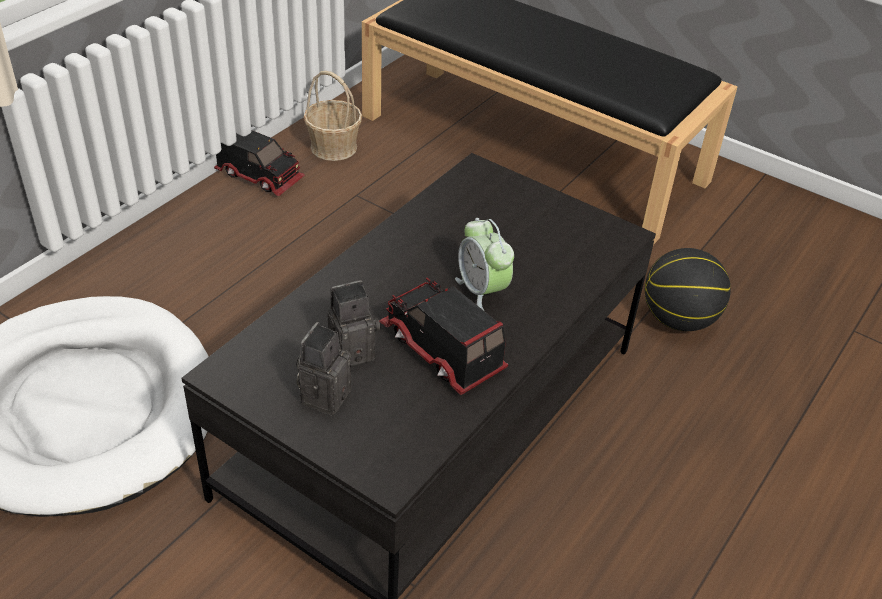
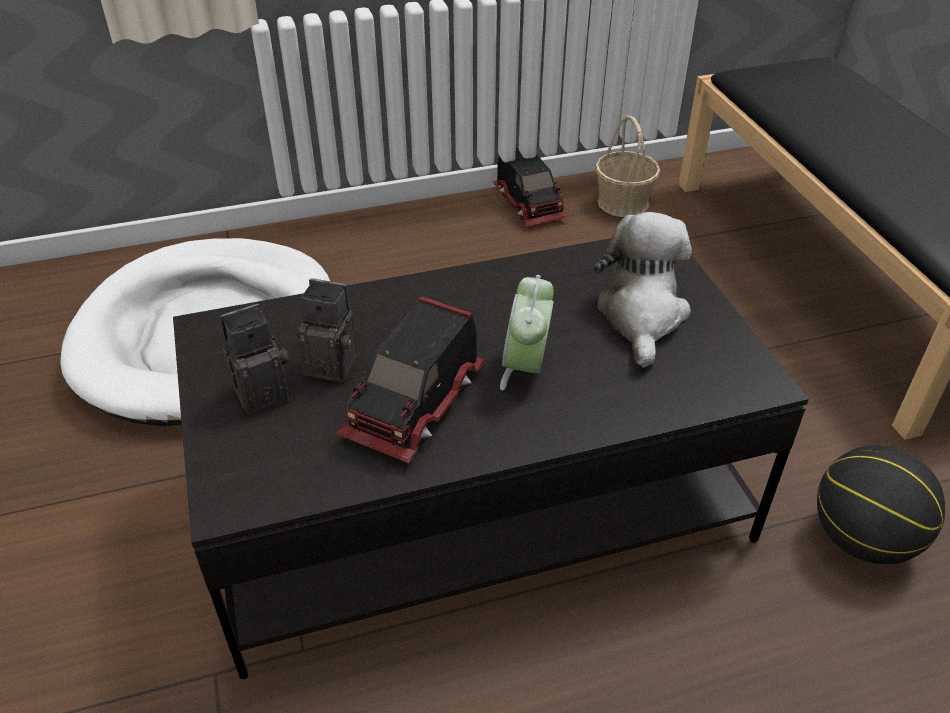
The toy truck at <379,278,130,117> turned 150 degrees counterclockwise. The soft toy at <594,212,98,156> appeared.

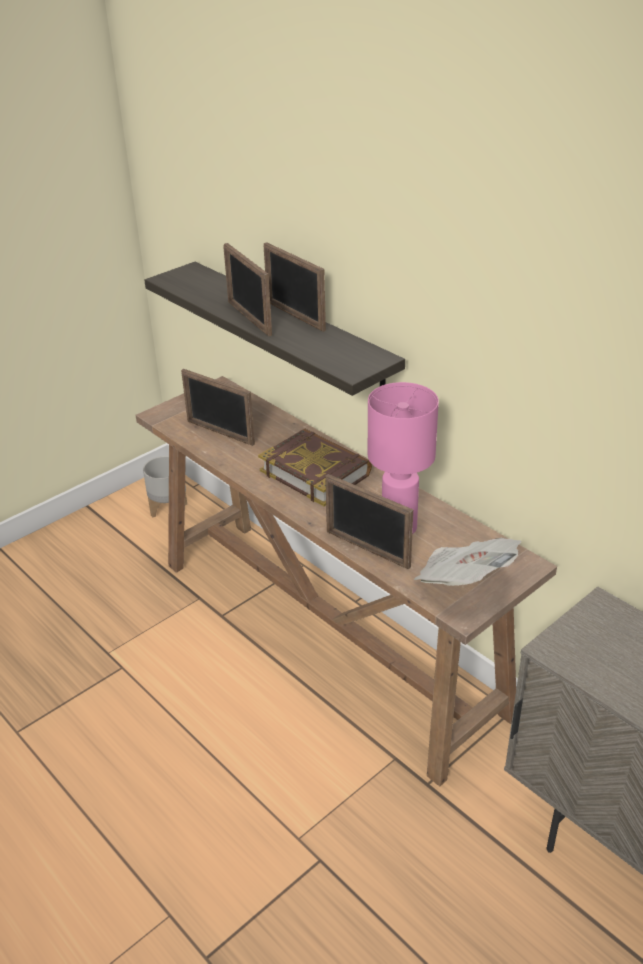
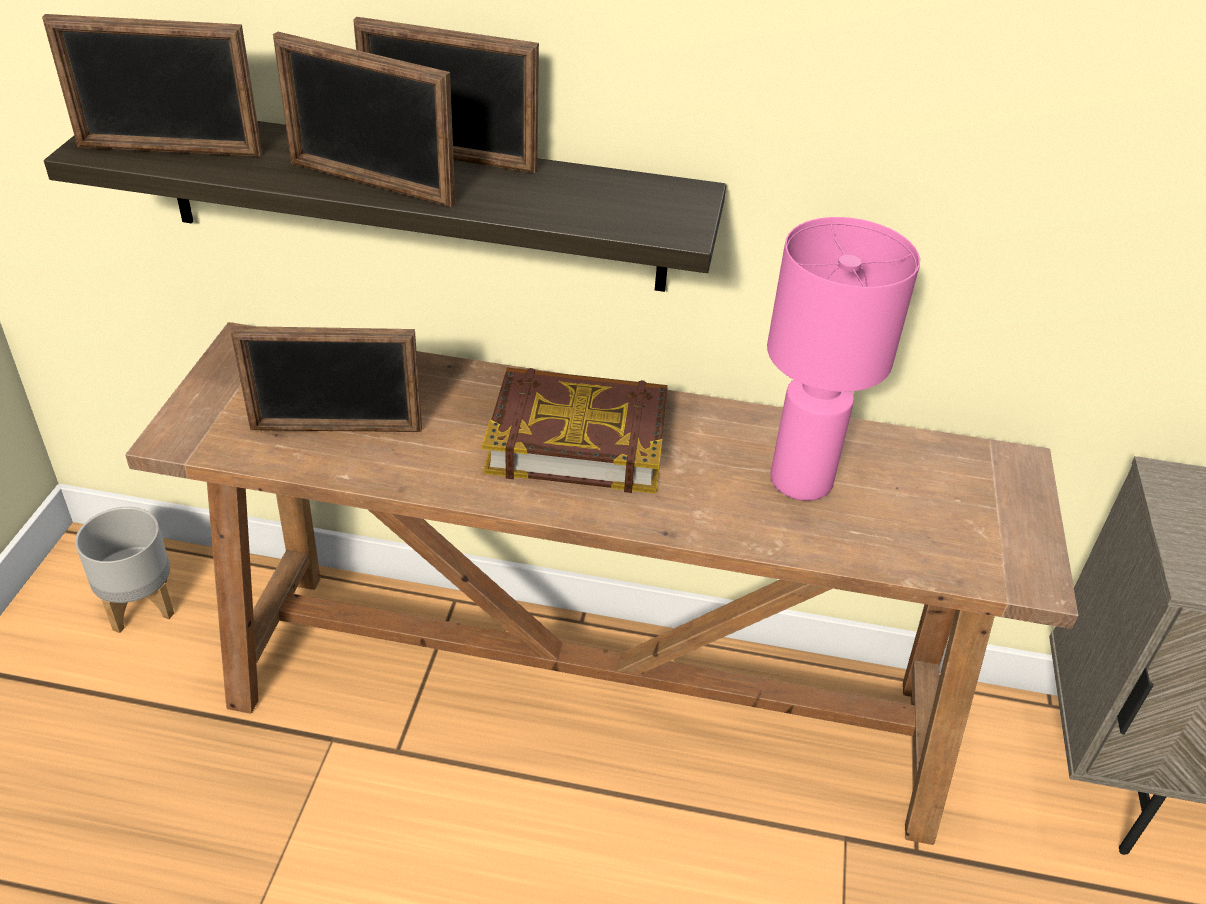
The picture frame moved from <325,474,88,95> to <42,14,220,142>. The printed paper at <414,538,107,48> disappeared.

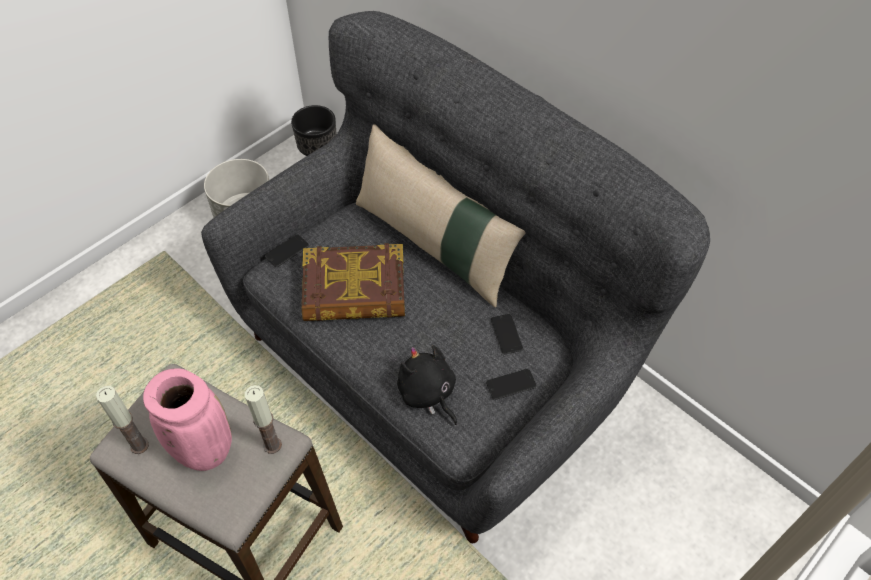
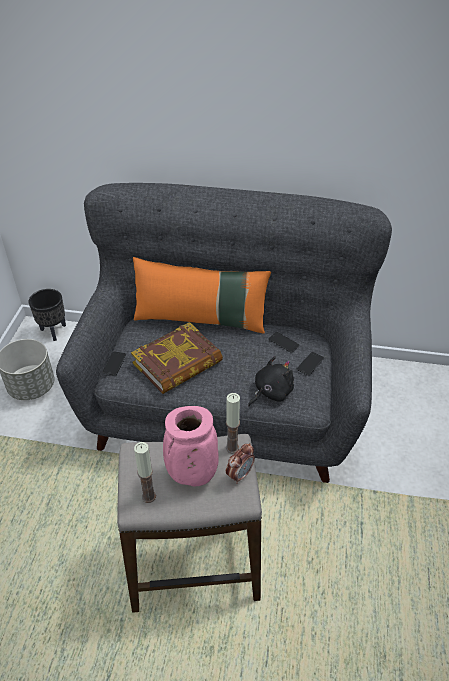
The pillow (beige) at <356,124,170,183> became the pillow (orange-coloured) at <133,257,138,77>. The soft toy (black) at <397,345,60,80> turned 120 degrees clockwise. The bedside clock at <226,443,29,41> appeared.

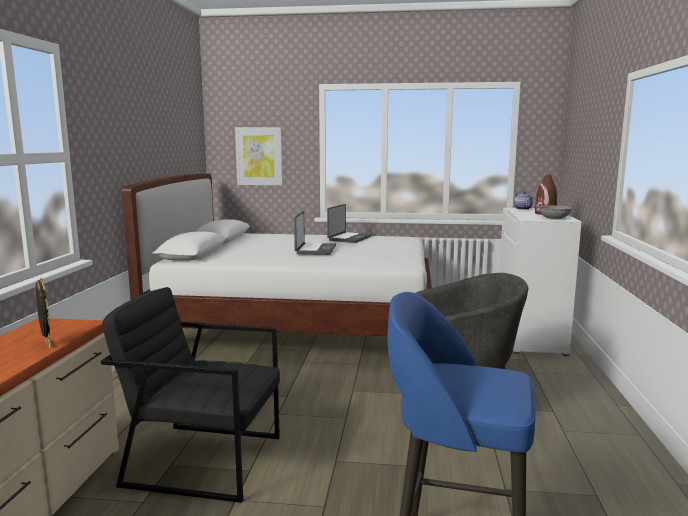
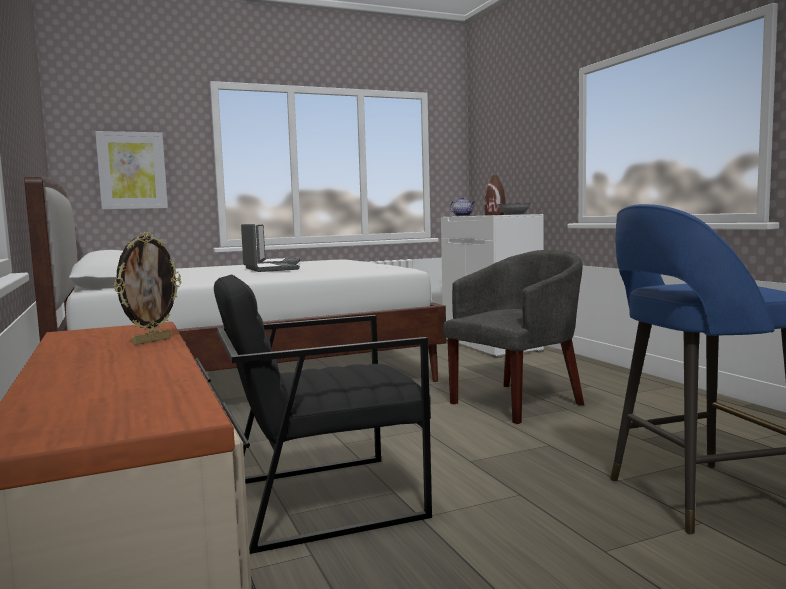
The picture frame at <35,277,16,71> turned 105 degrees clockwise.

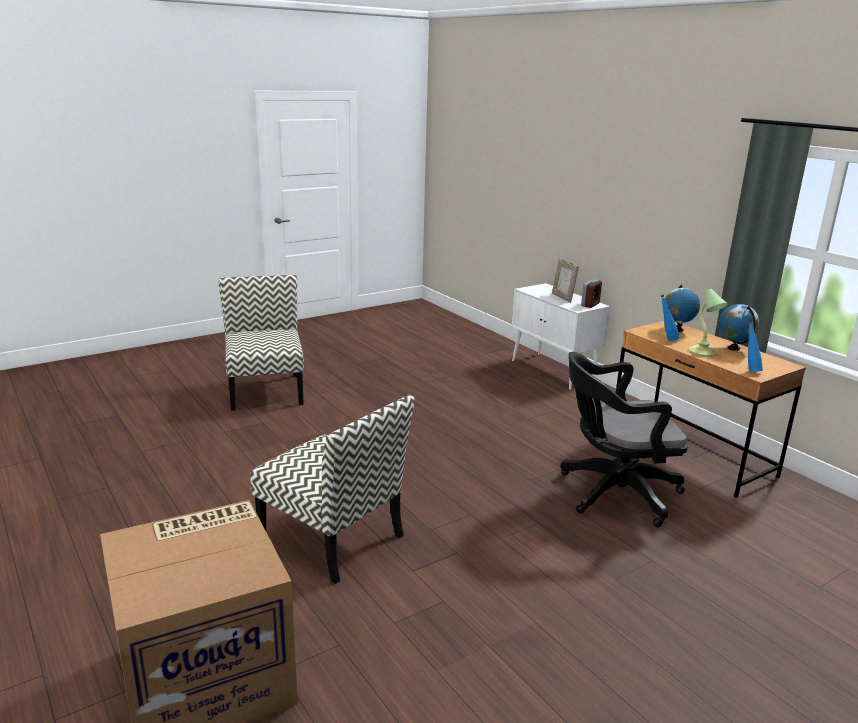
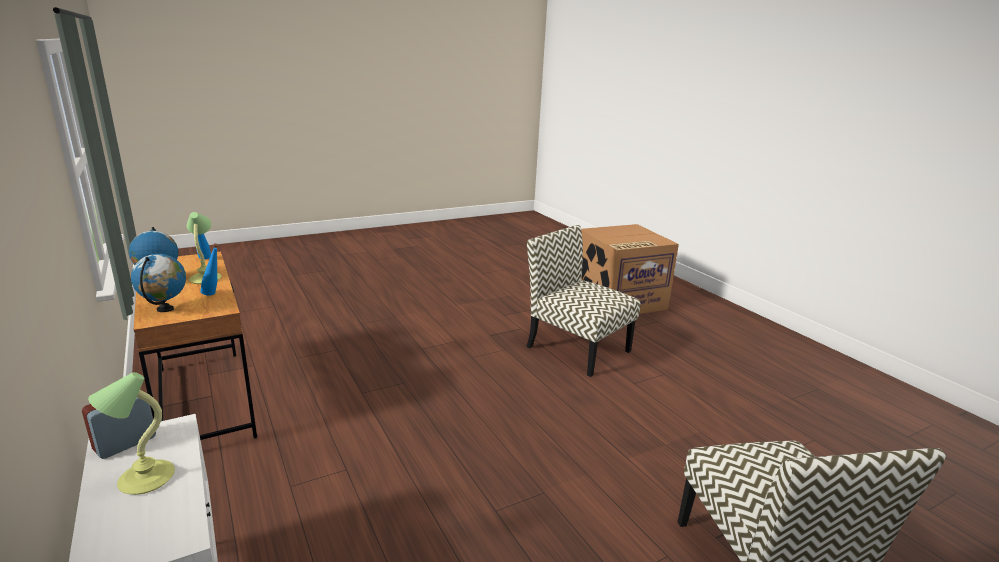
The picture frame at <552,258,27,45> was replaced by the lamp for a table at <88,372,87,123>. The office chair (black) at <560,352,128,175> disappeared.

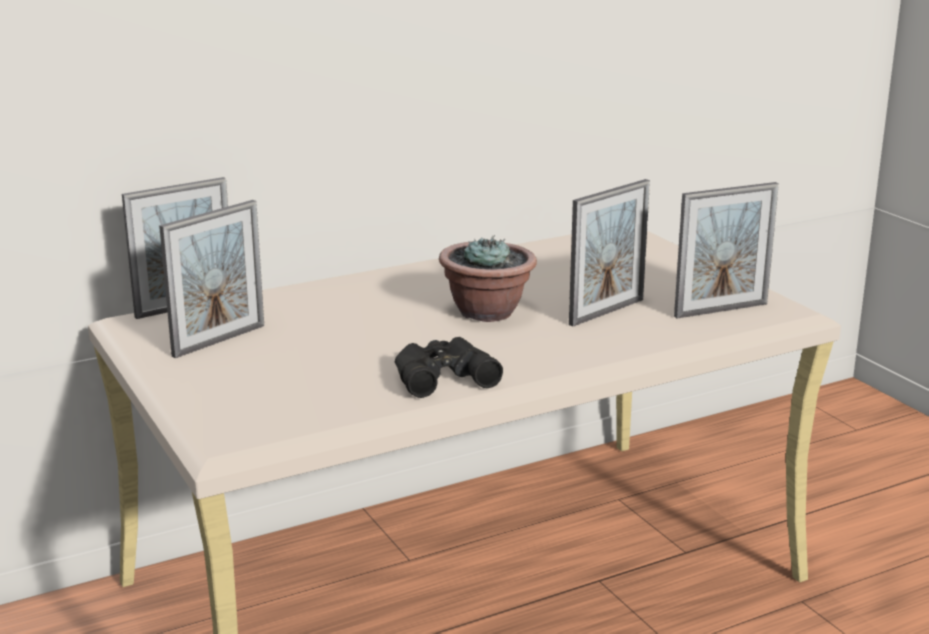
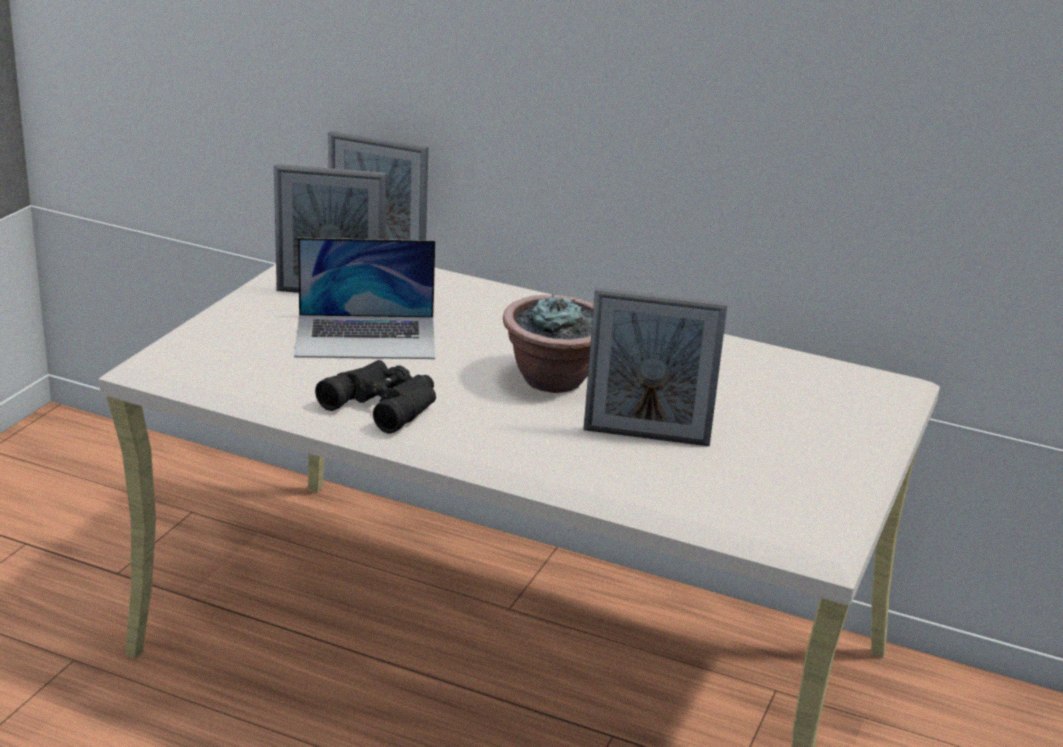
The picture frame at <674,182,105,136> disappeared. The portable computer at <294,238,141,121> appeared.

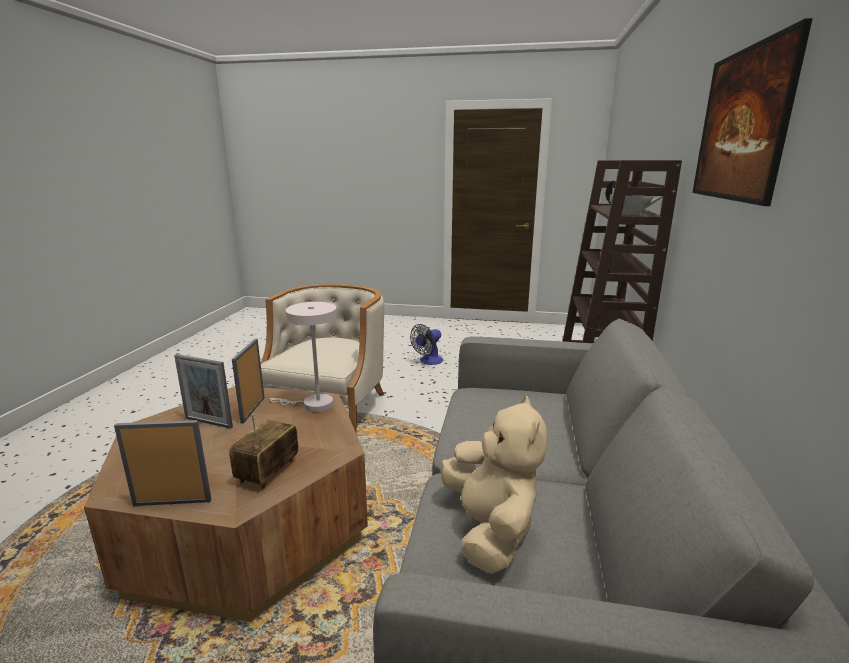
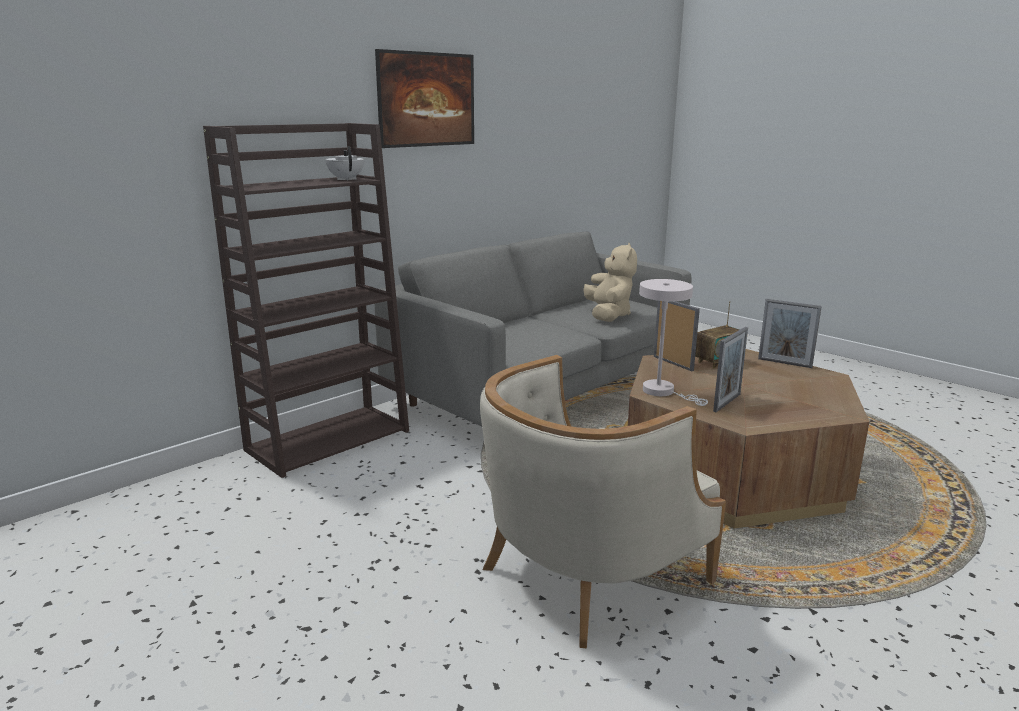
The picture frame moved from <174,354,59,75> to <654,301,46,70>. The fan at <410,324,33,41> disappeared. The soft toy (beige) at <440,396,107,178> turned 150 degrees clockwise.

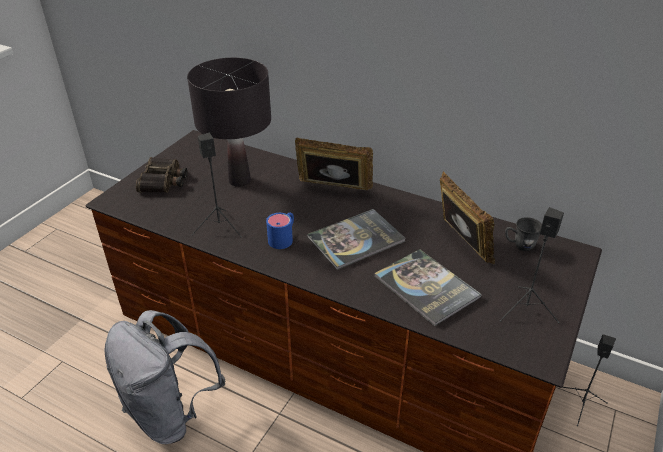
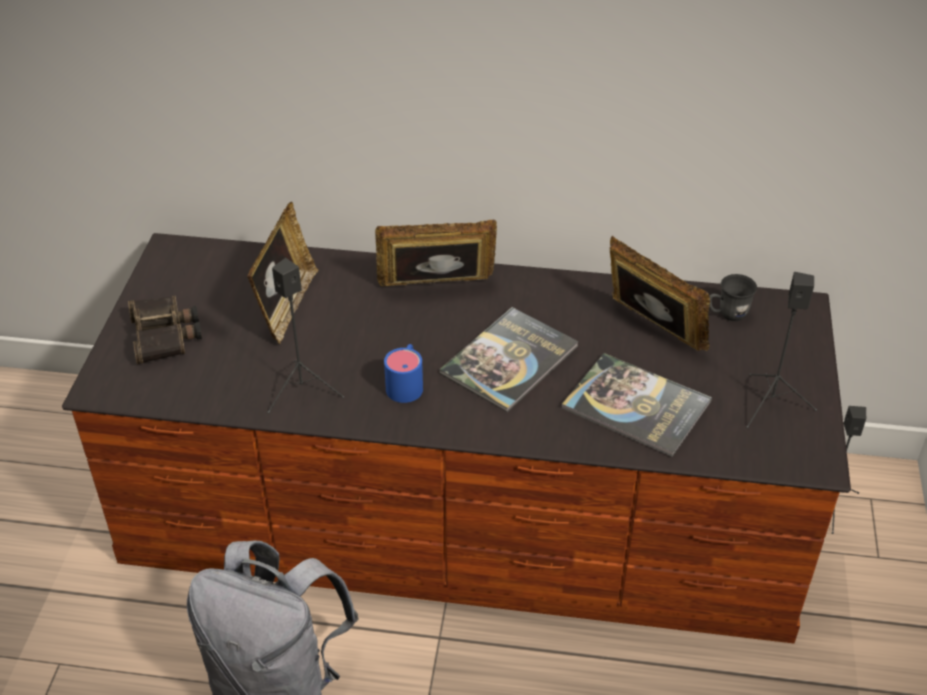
The lamp for a table (black) at <187,58,84,129> was replaced by the picture frame at <247,202,71,142>.

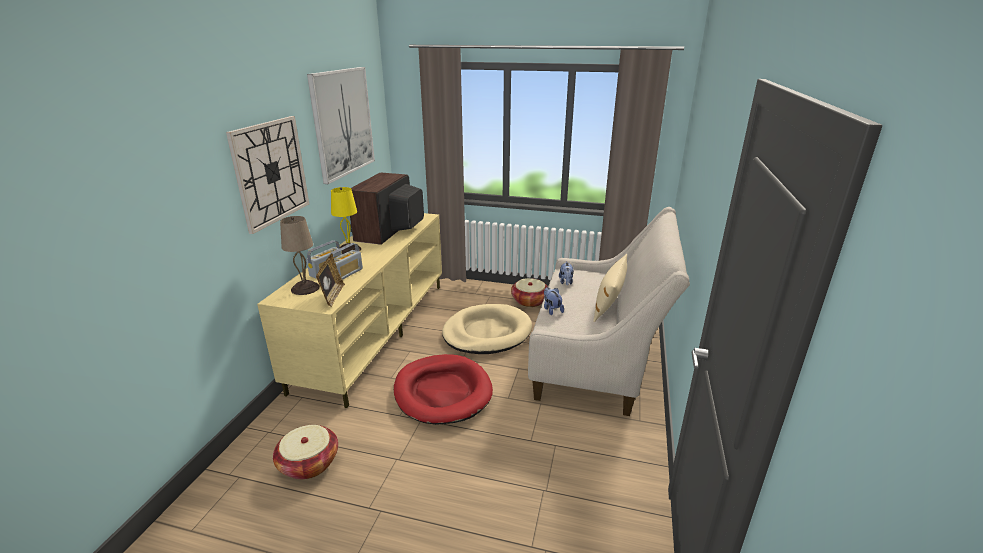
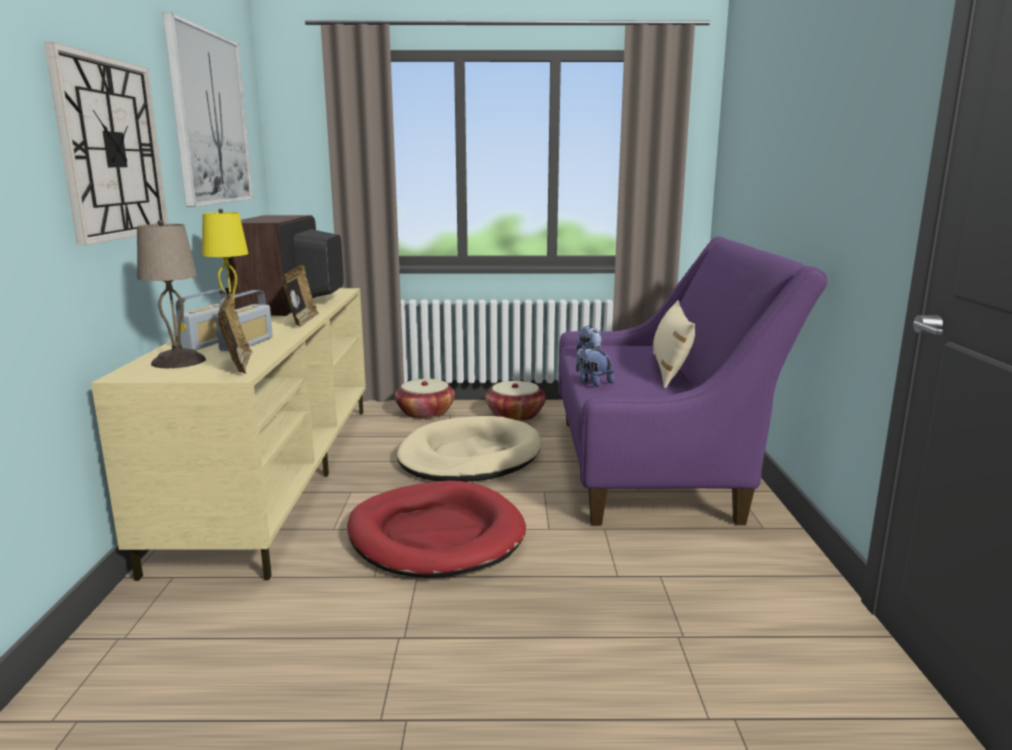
The basket moved from <273,425,65,55> to <395,379,60,40>. The sofa (beige) at <528,207,162,209> became the sofa (purple) at <558,237,270,289>. The picture frame at <282,264,37,63> appeared.

